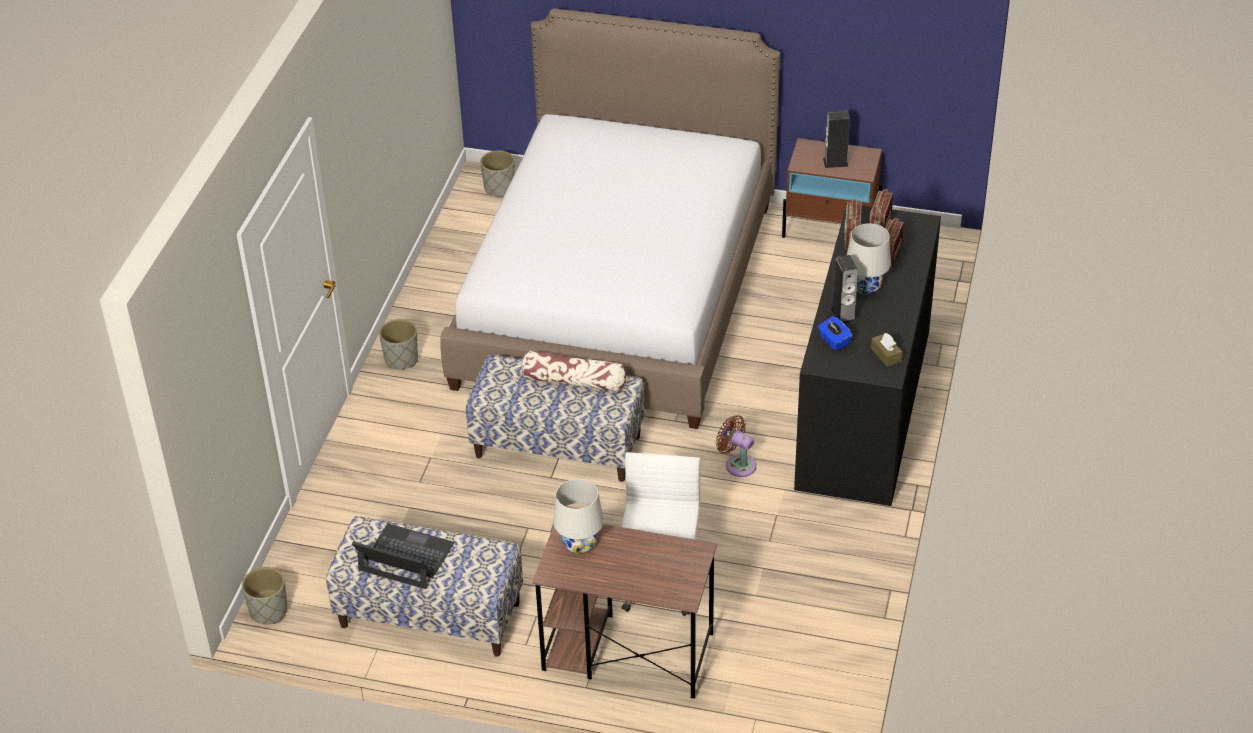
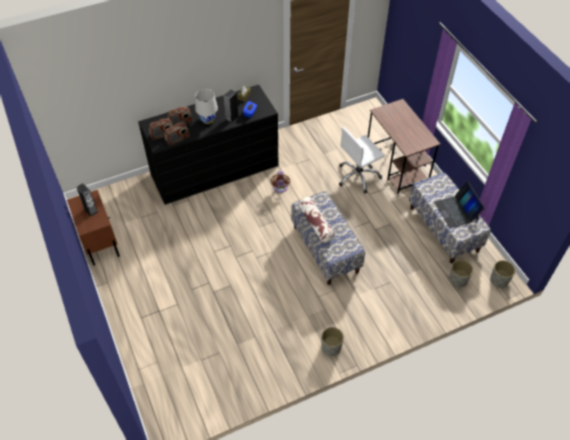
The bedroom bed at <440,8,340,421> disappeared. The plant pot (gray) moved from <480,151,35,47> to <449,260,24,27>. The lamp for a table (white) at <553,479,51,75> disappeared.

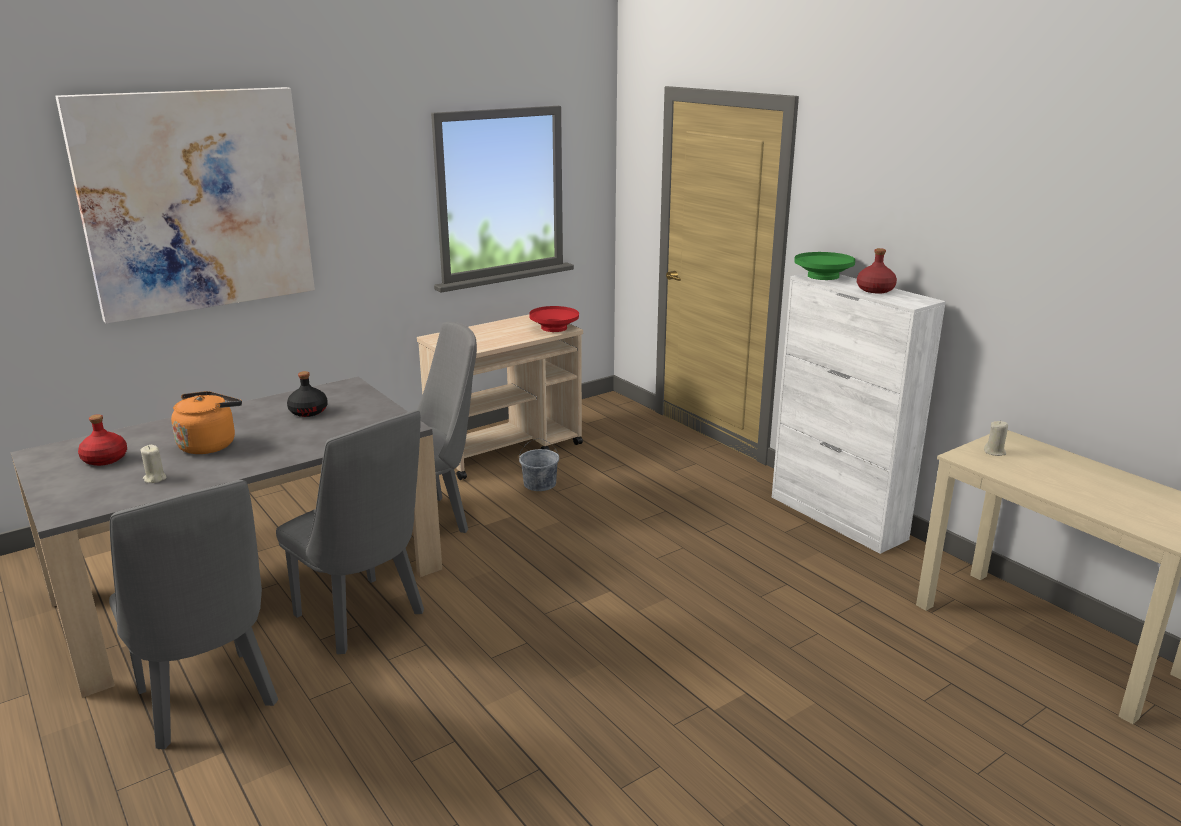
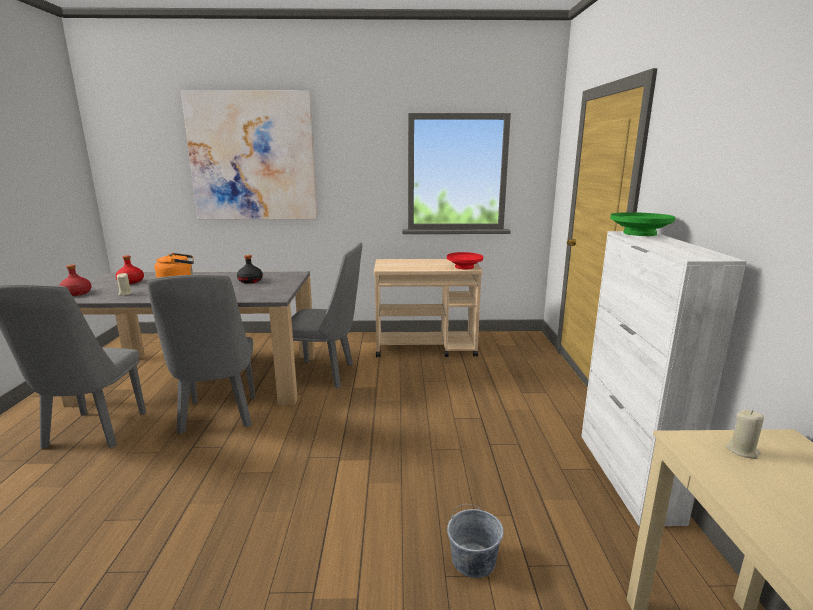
The bucket (gray) moved from <519,438,40,53> to <447,504,57,74>. The drink bottle (reddish) moved from <857,248,40,45> to <59,265,33,31>.

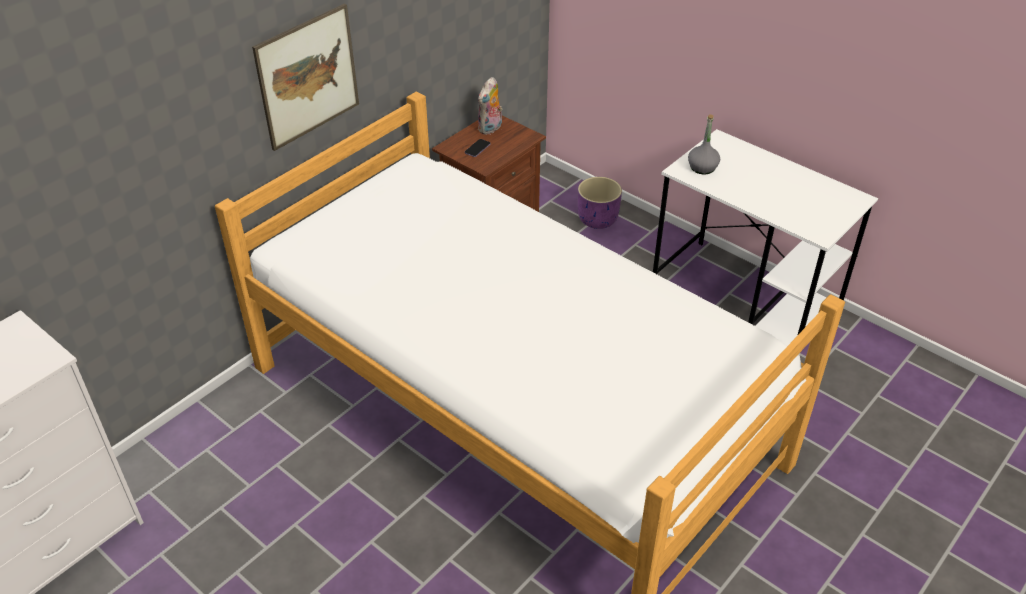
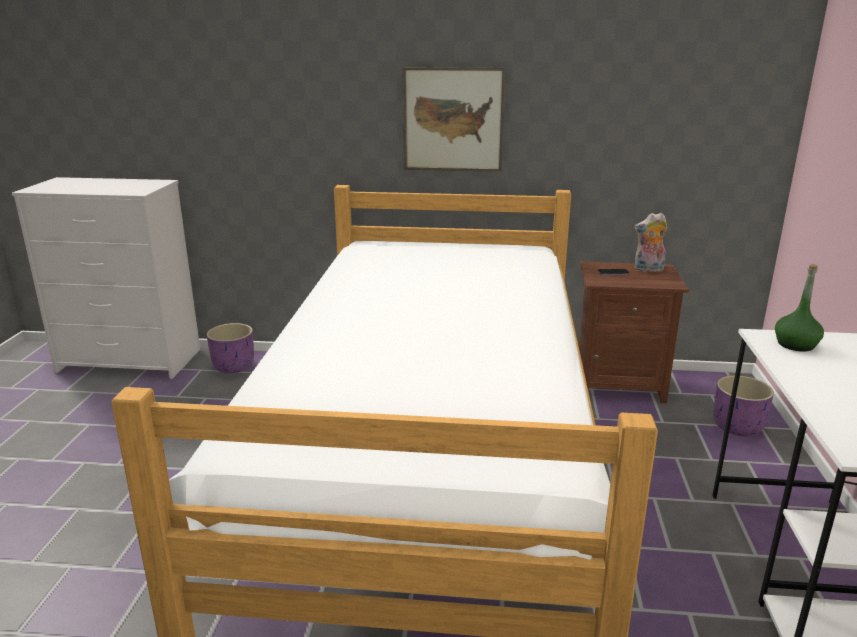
The drink bottle (gray) at <688,114,32,60> became the drink bottle (greenish) at <775,264,49,87>. The plant pot (purple) at <207,323,47,50> appeared.

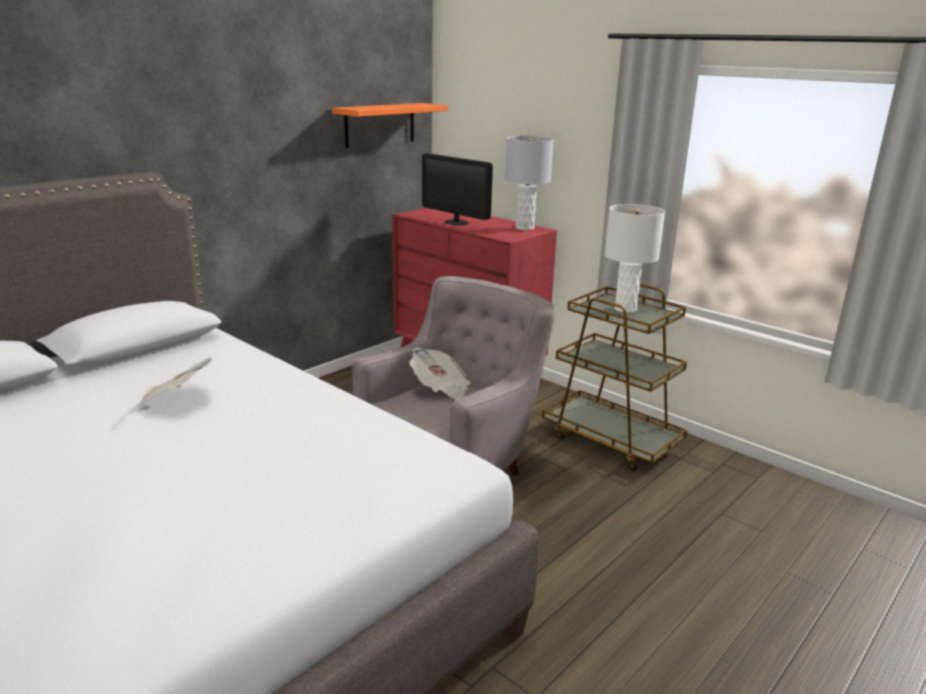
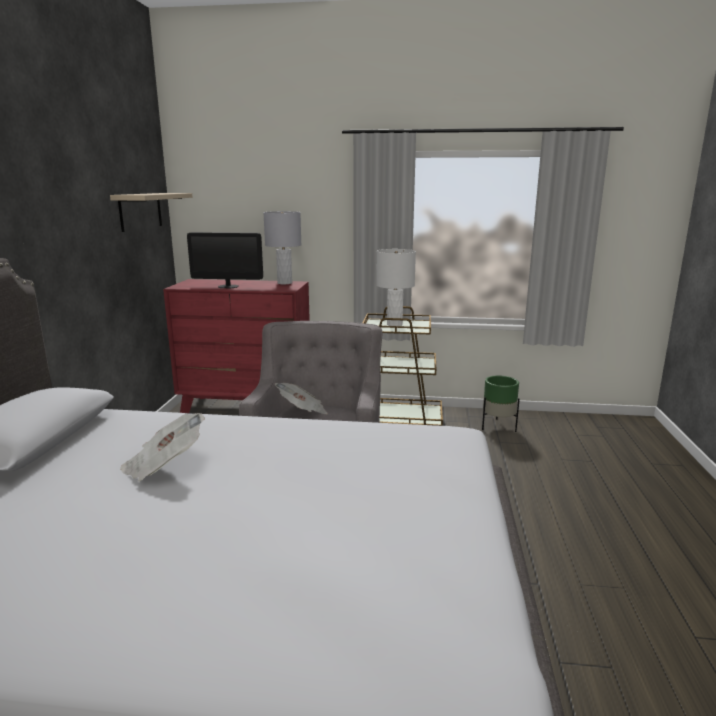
The bracket shelf (orange-coloured) at <332,103,116,45> became the bracket shelf (beige) at <110,193,82,39>. The plant pot (greenish) at <482,375,38,57> appeared.

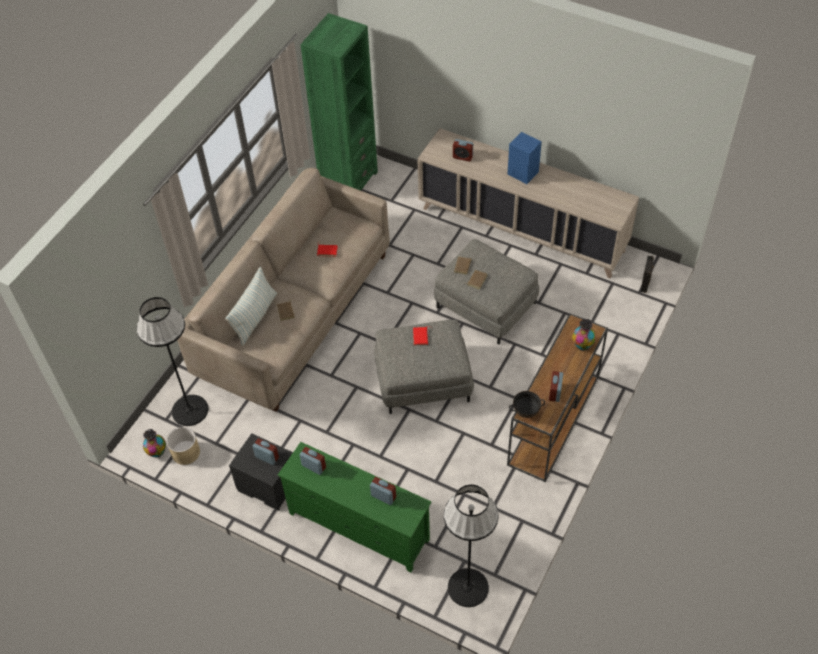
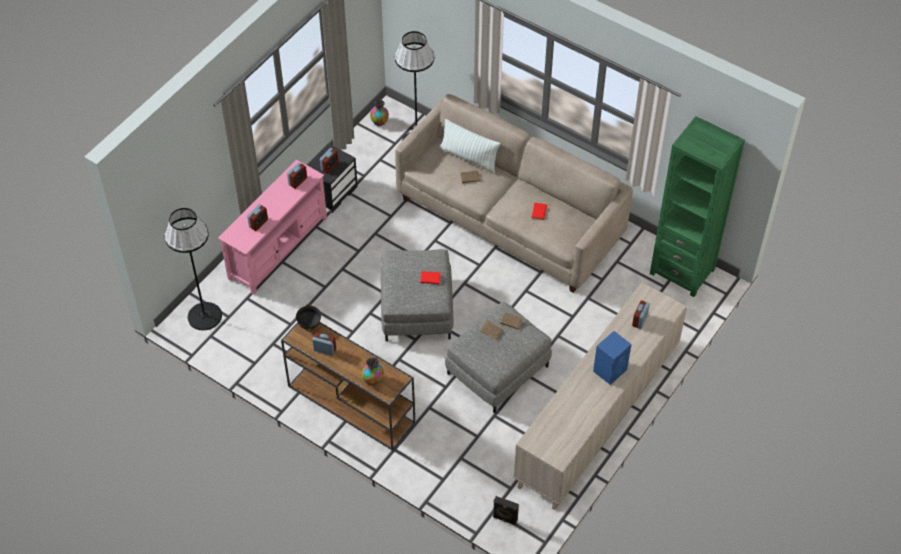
The plant pot (beige) at <167,427,33,38> disappeared. The tv stand (greenish) at <278,442,153,131> became the tv stand (pink) at <218,159,109,136>.

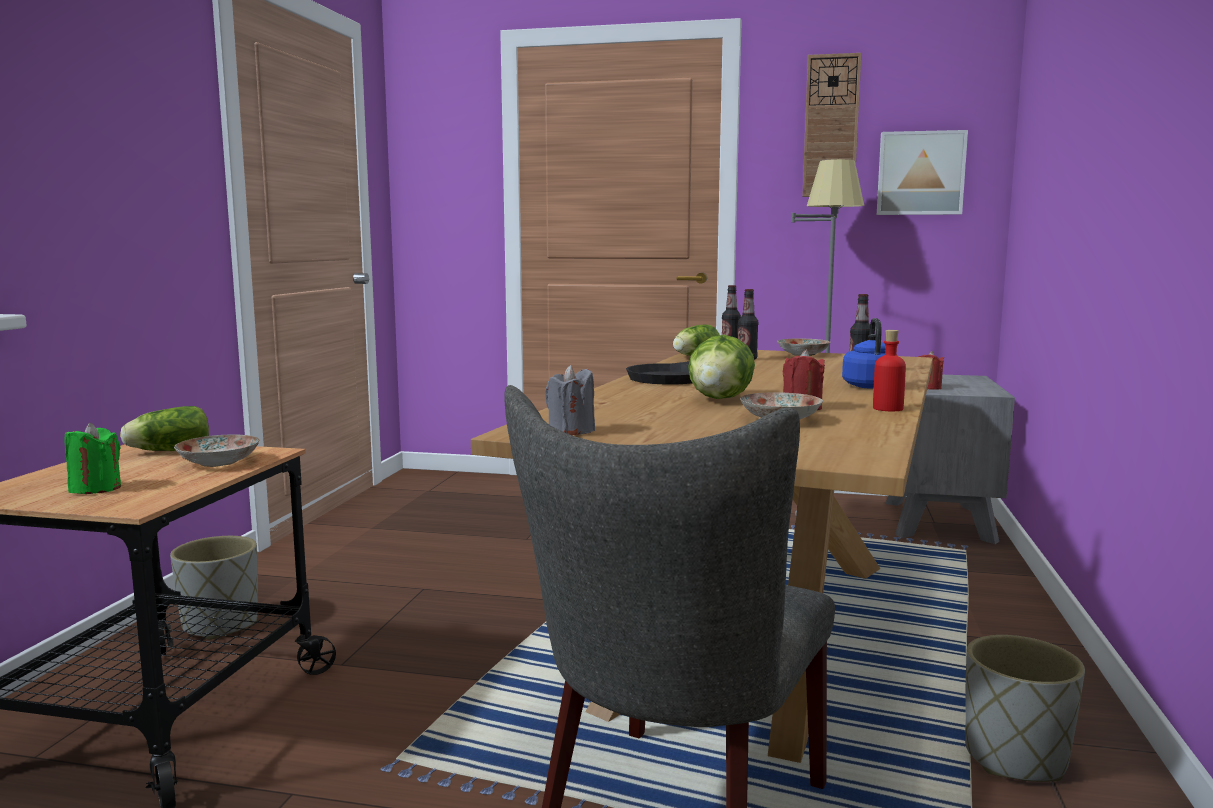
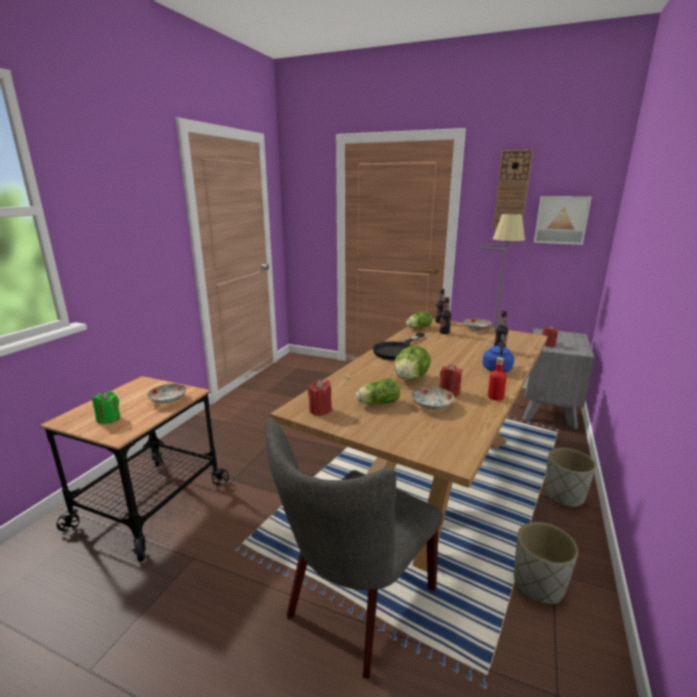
The lettuce moved from <120,406,89,45> to <356,378,44,26>. The plant pot (gray) moved from <170,536,88,104> to <545,448,51,60>. The wax light (gray) at <545,365,50,70> became the wax light (reddish) at <308,380,24,36>.

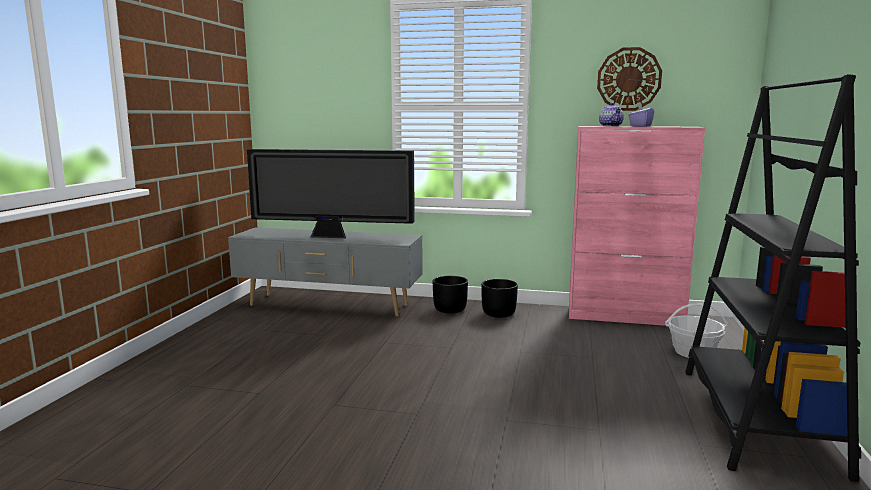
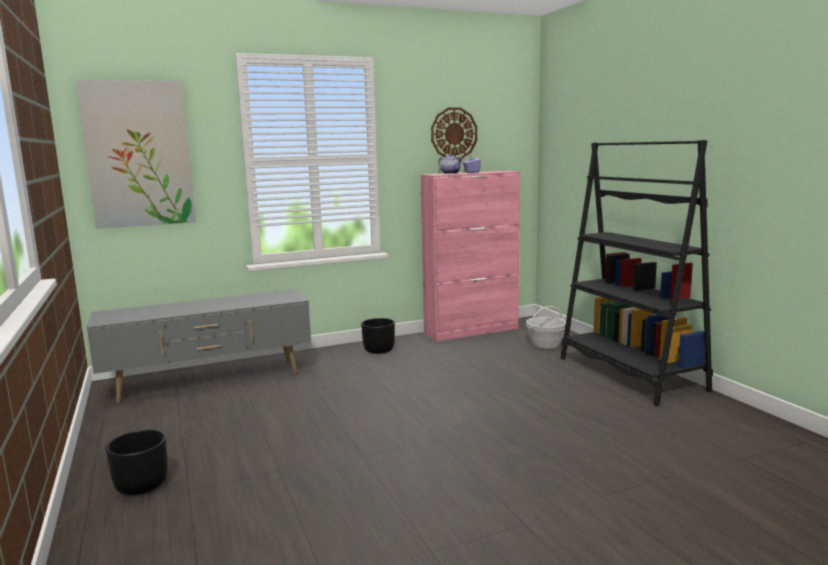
The TV set at <247,149,168,89> disappeared. The plant pot (black) moved from <433,276,35,38> to <105,430,63,65>. The wall picture at <76,80,120,149> appeared.

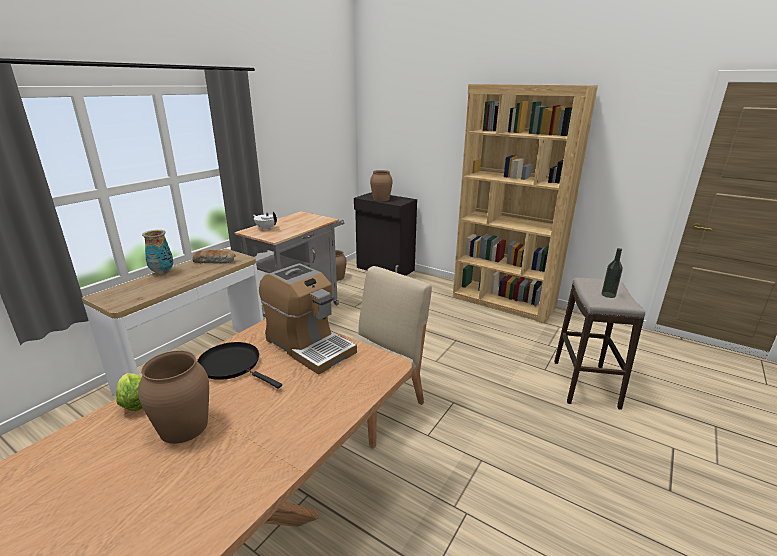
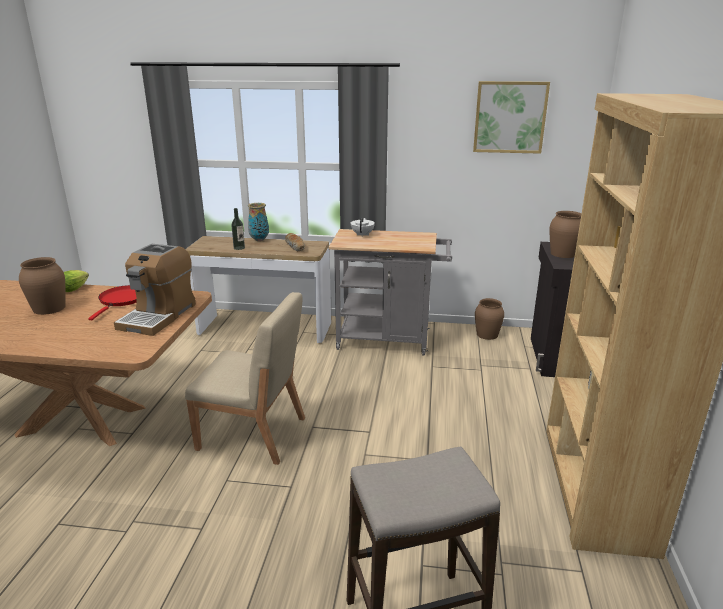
The skillet (black) at <197,342,85,47> became the skillet (reddish) at <88,285,49,35>. The drink bottle moved from <601,248,22,50> to <231,208,14,42>. The wall picture at <473,81,77,73> appeared.

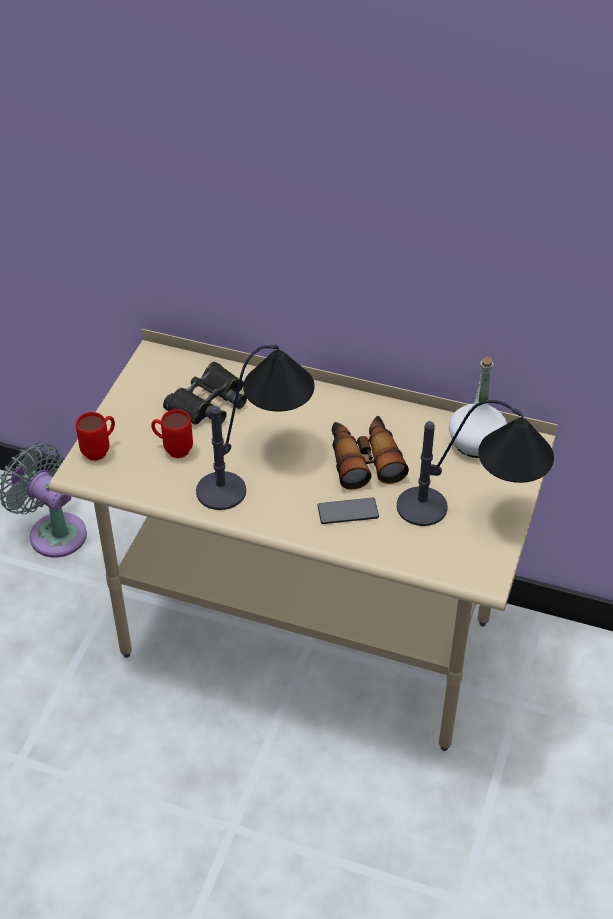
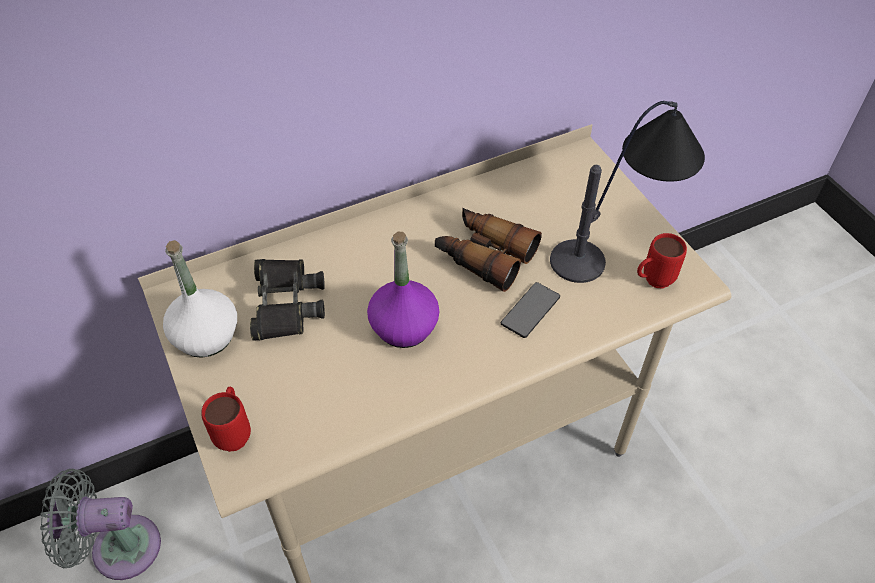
The tea mug (reddish) moved from <151,409,42,49> to <637,233,50,56>. The lamp for a table at <196,345,119,165> was replaced by the drink bottle (purple) at <367,232,73,116>. The drink bottle (white) moved from <449,357,58,101> to <163,240,74,118>.

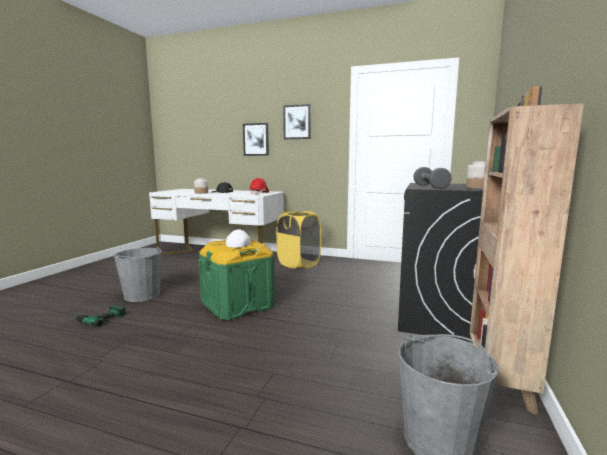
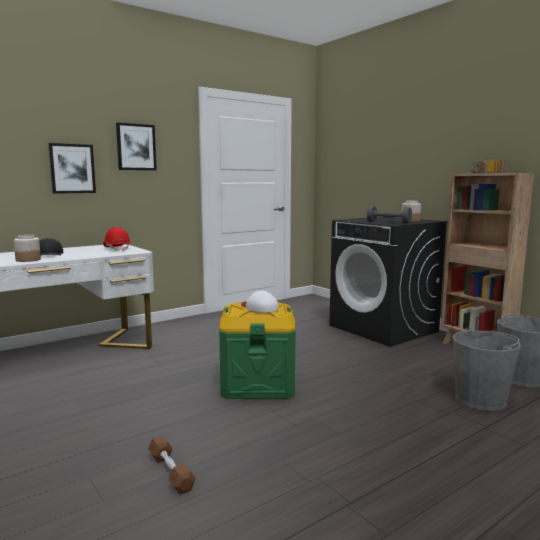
The electric drill at <72,306,54,20> was replaced by the hand weight (brown-coloured) at <148,435,48,60>. The bucket (gray) moved from <114,247,48,55> to <453,328,68,83>. The laundry basket (yellow) at <276,211,45,58> disappeared.

